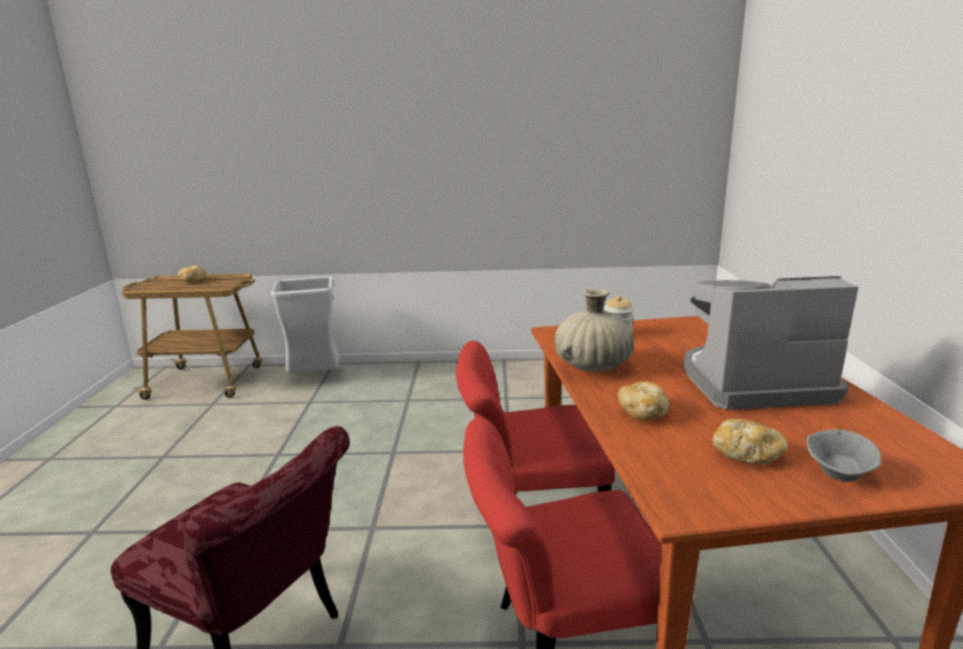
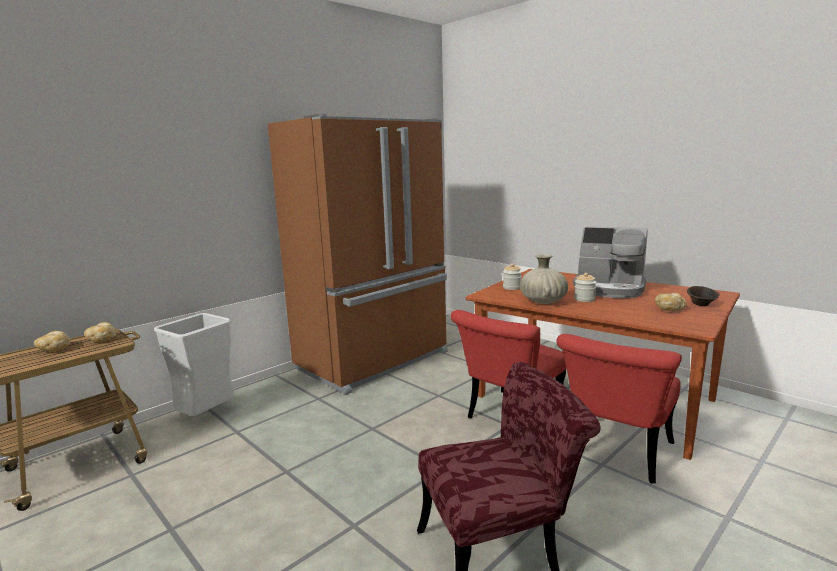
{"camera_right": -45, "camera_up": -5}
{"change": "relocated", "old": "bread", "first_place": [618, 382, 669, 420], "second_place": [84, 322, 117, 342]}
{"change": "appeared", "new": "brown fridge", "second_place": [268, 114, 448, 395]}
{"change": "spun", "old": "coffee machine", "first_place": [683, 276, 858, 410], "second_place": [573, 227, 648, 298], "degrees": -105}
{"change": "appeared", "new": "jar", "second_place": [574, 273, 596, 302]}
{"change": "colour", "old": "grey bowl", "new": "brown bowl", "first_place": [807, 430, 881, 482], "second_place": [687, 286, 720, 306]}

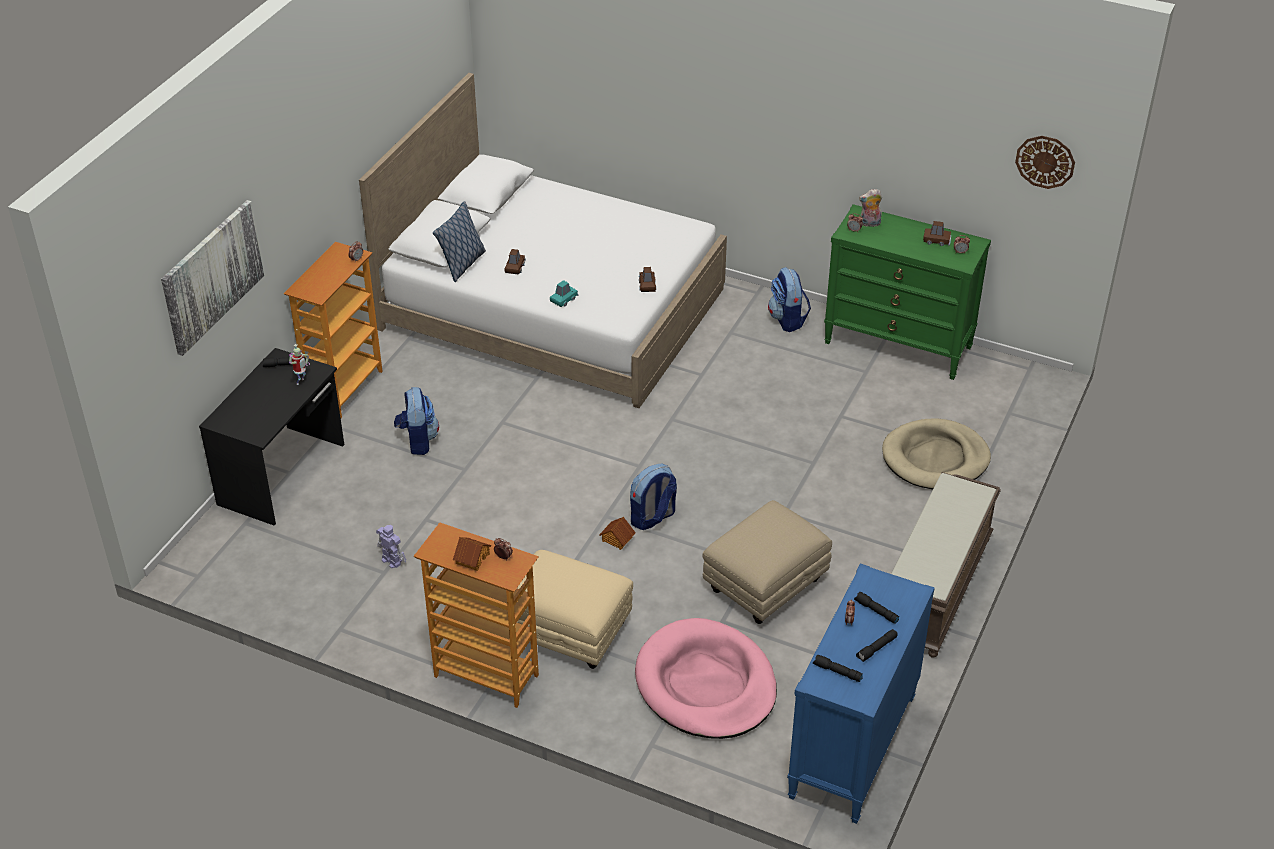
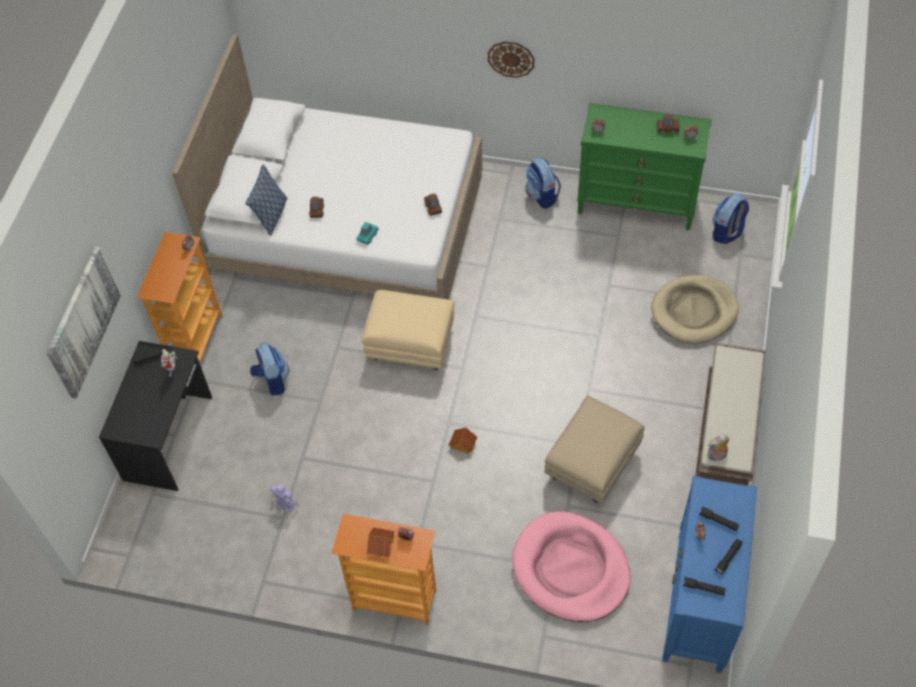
{"camera_right": -10, "camera_up": 15}
{"change": "relocated", "old": "beige ottoman", "first_place": [517, 550, 633, 669], "second_place": [362, 290, 454, 370]}
{"change": "relocated", "old": "wall clock", "first_place": [1015, 136, 1075, 189], "second_place": [488, 41, 534, 78]}
{"change": "relocated", "old": "plush toy", "first_place": [859, 189, 882, 227], "second_place": [707, 435, 729, 461]}
{"change": "relocated", "old": "backpack", "first_place": [630, 463, 677, 530], "second_place": [712, 193, 749, 244]}

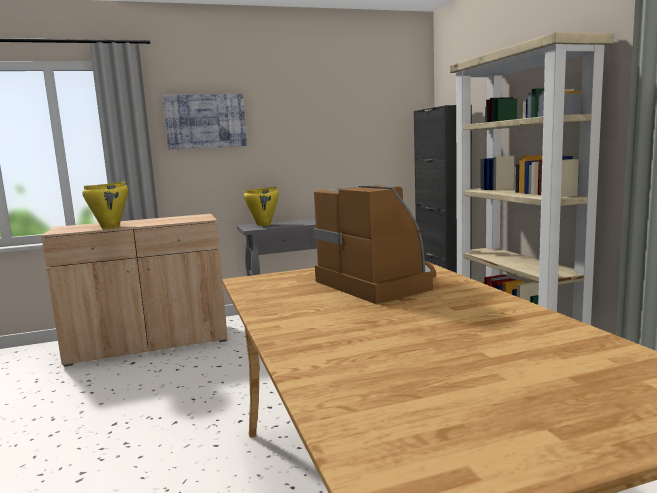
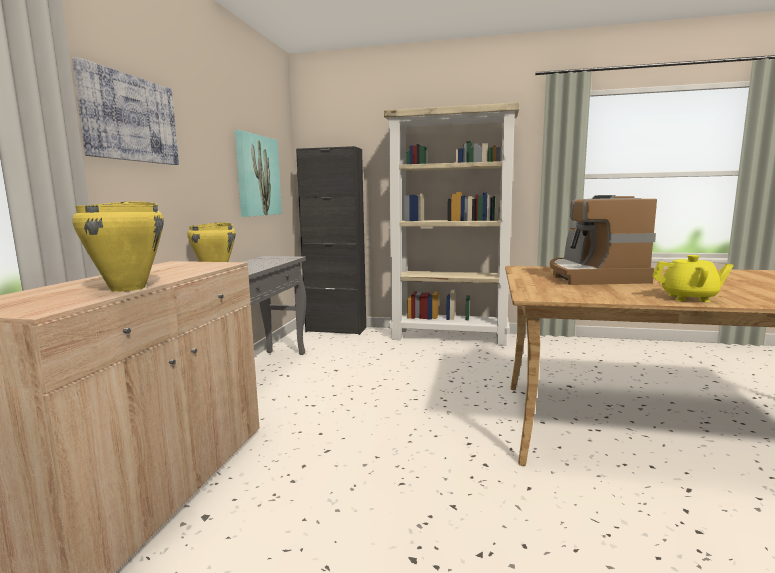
{"camera_right": -60, "camera_up": 0}
{"change": "appeared", "new": "picture", "second_place": [235, 130, 282, 217]}
{"change": "spun", "old": "coffee machine", "first_place": [314, 185, 436, 304], "second_place": [550, 195, 657, 285], "degrees": -90}
{"change": "appeared", "new": "yellow teapot", "second_place": [652, 255, 734, 302]}

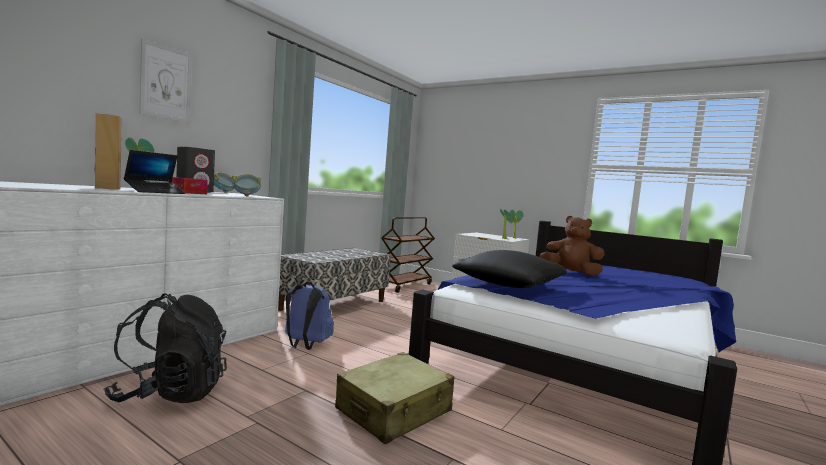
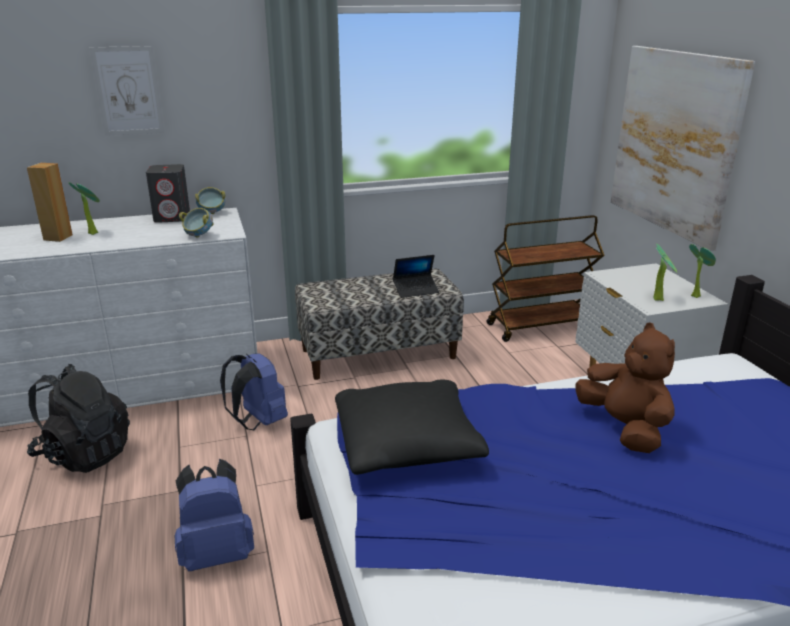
{"camera_right": 40, "camera_up": 20}
{"change": "exchanged", "old": "beige suitcase", "new": "blue backpack", "first_place": [335, 352, 454, 444], "second_place": [175, 459, 254, 571]}
{"change": "relocated", "old": "laptop", "first_place": [124, 150, 185, 194], "second_place": [393, 255, 439, 298]}
{"change": "appeared", "new": "picture", "second_place": [611, 46, 755, 251]}
{"change": "missing", "old": "tissue box", "first_place": [172, 177, 208, 194]}

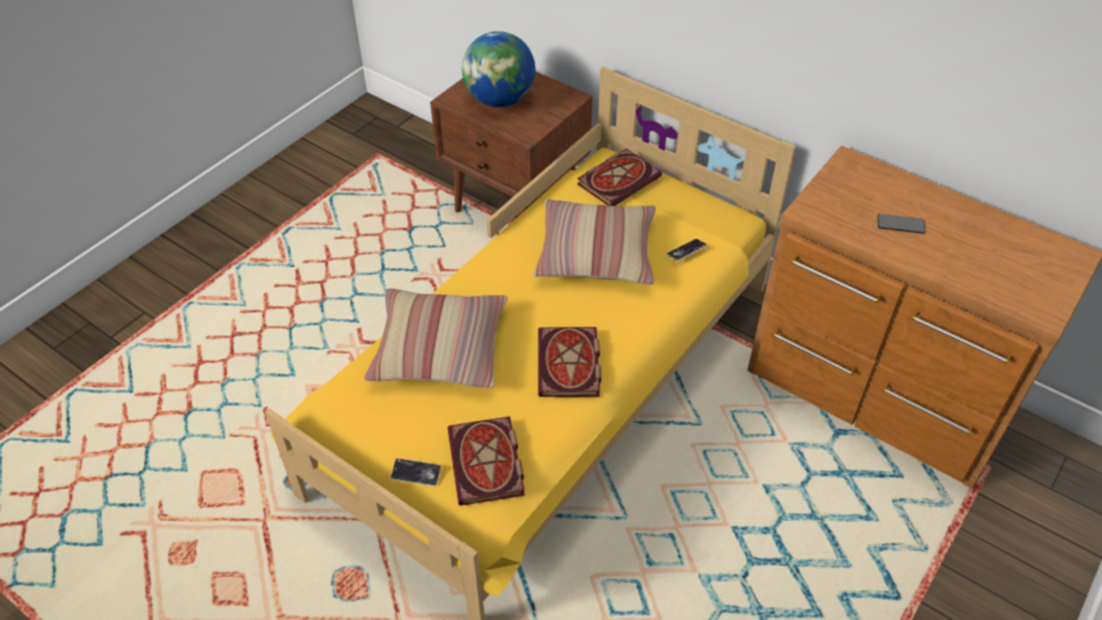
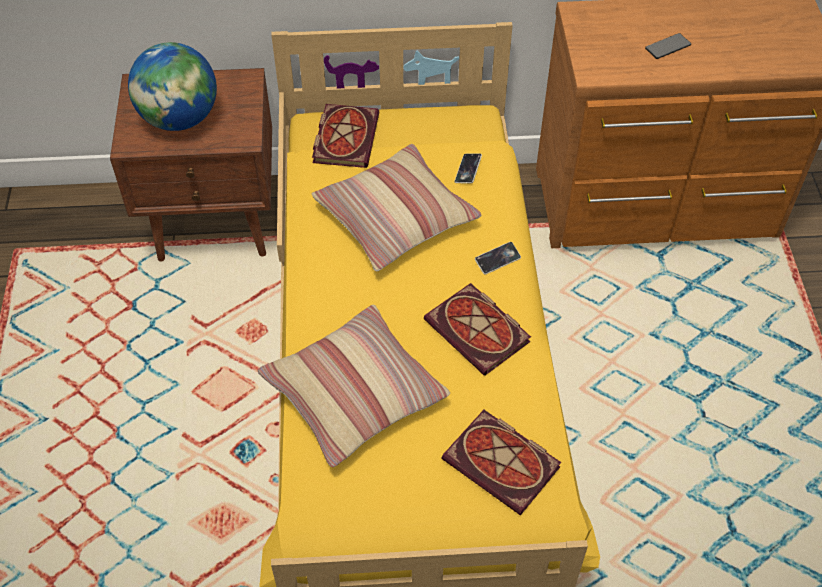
{"camera_right": -40, "camera_up": 5}
{"change": "relocated", "old": "phone", "first_place": [391, 458, 441, 486], "second_place": [475, 242, 521, 275]}

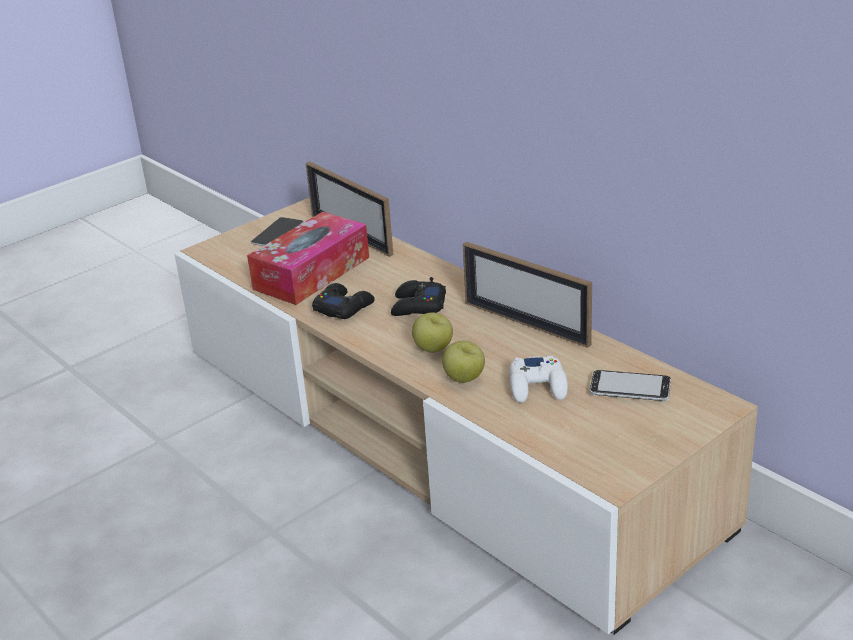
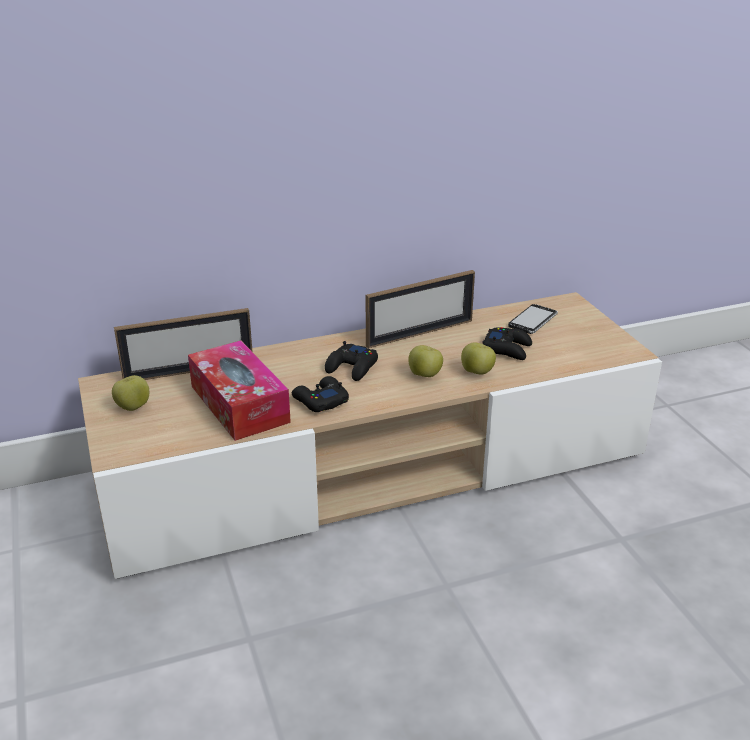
{"camera_right": -70, "camera_up": 0}
{"change": "exchanged", "old": "phone", "new": "apple", "first_place": [251, 217, 304, 246], "second_place": [112, 375, 149, 411]}
{"change": "colour", "old": "white game controller", "new": "black game controller", "first_place": [510, 356, 568, 403], "second_place": [482, 327, 532, 360]}

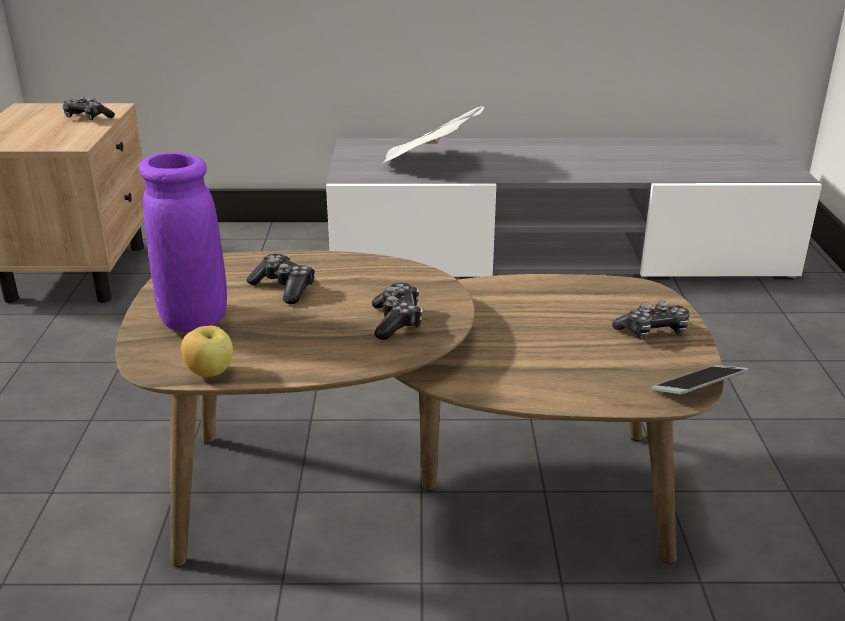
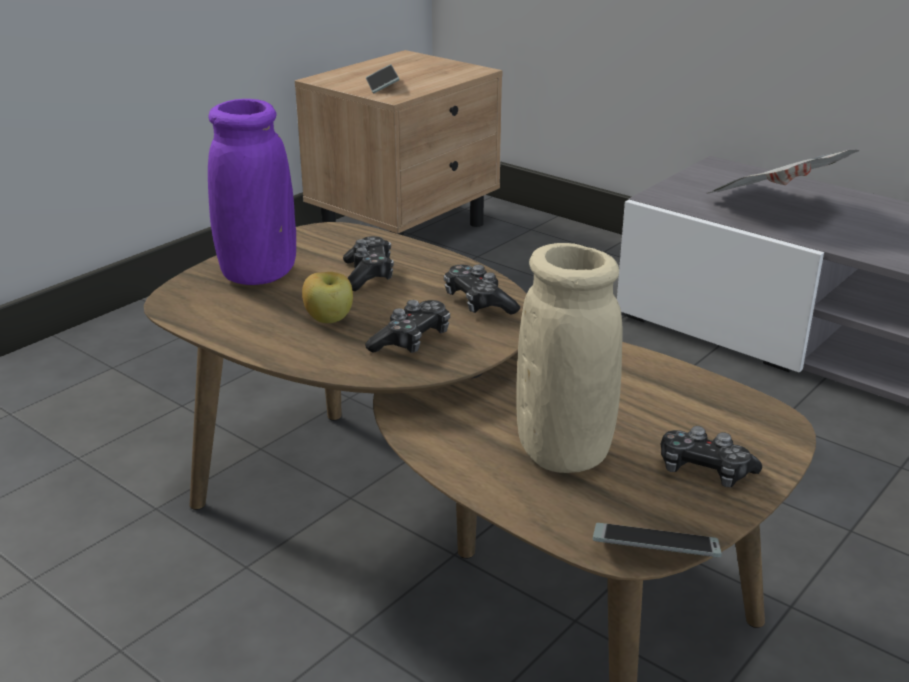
{"camera_right": 40, "camera_up": 0}
{"change": "relocated", "old": "apple", "first_place": [181, 325, 233, 377], "second_place": [302, 272, 353, 323]}
{"change": "appeared", "new": "phone", "second_place": [366, 64, 400, 93]}
{"change": "relocated", "old": "game controller", "first_place": [63, 97, 115, 120], "second_place": [444, 264, 520, 315]}
{"change": "appeared", "new": "beige vase", "second_place": [516, 243, 623, 473]}

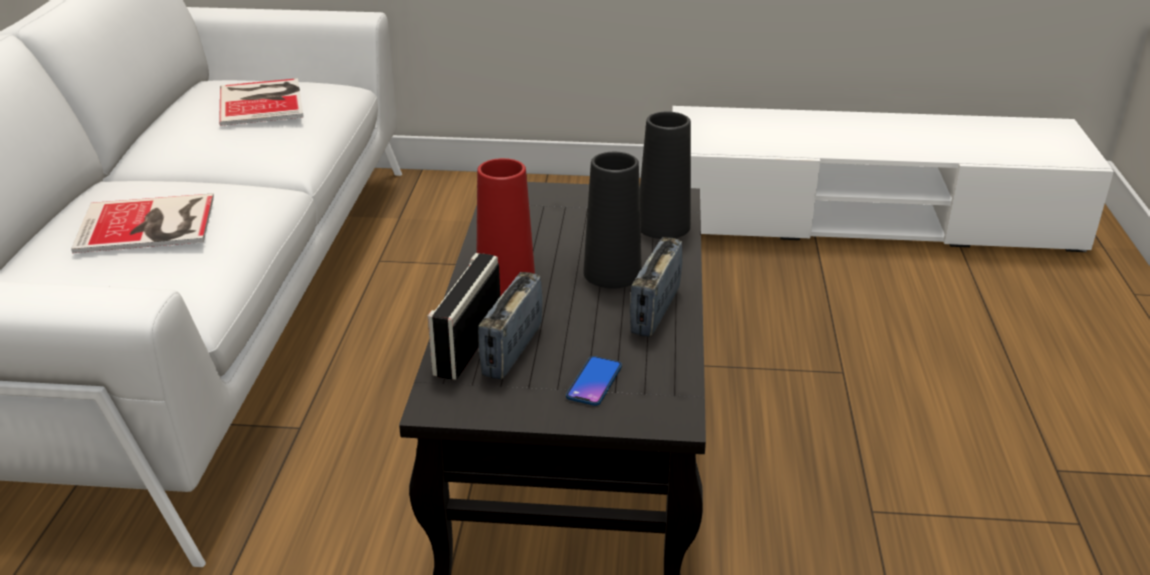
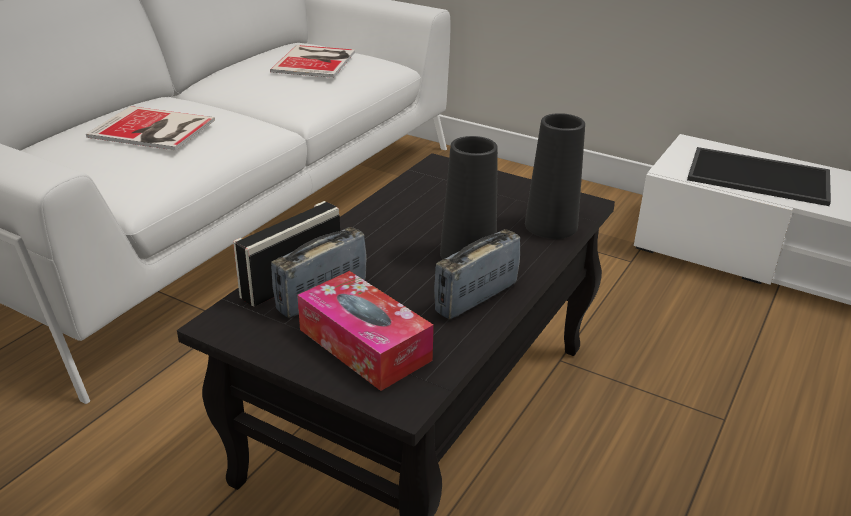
{"camera_right": 25, "camera_up": 0}
{"change": "exchanged", "old": "phone", "new": "tissue box", "first_place": [566, 356, 622, 406], "second_place": [297, 271, 434, 391]}
{"change": "appeared", "new": "tray", "second_place": [687, 147, 831, 206]}
{"change": "missing", "old": "red vase", "first_place": [477, 158, 535, 296]}

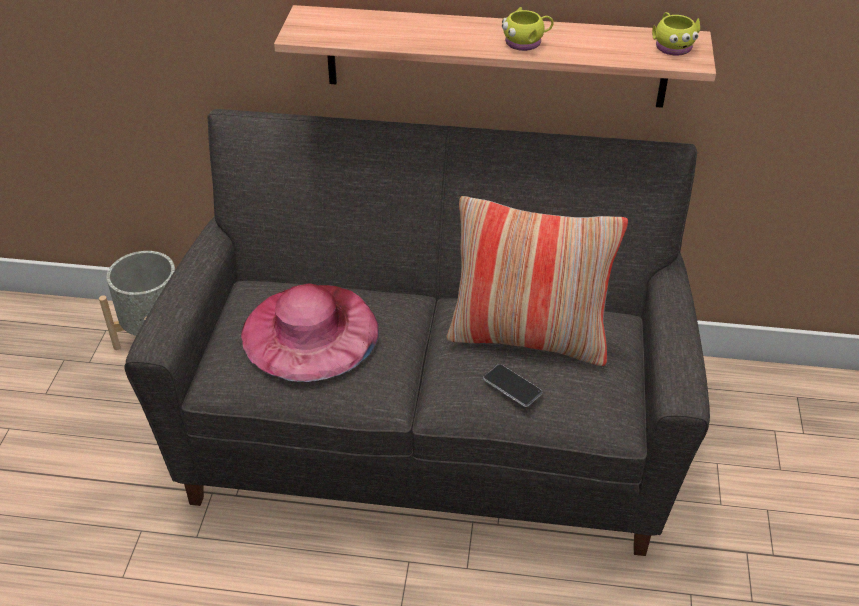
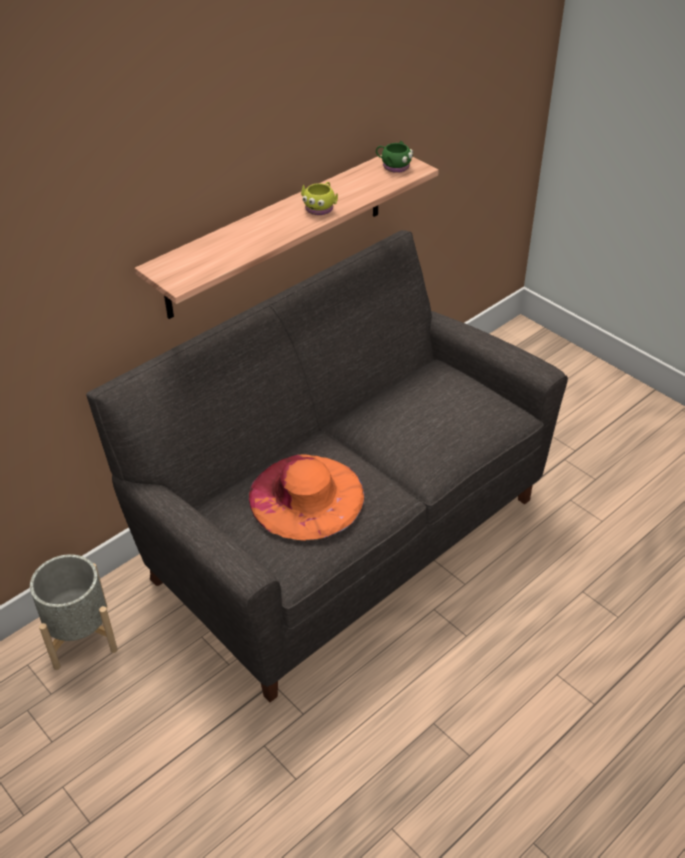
{"camera_right": -50, "camera_up": 0}
{"change": "colour", "old": "pink hat", "new": "orange hat", "first_place": [241, 283, 379, 382], "second_place": [249, 454, 364, 541]}
{"change": "colour", "old": "yellow mug", "new": "green mug", "first_place": [652, 12, 700, 56], "second_place": [376, 141, 413, 173]}
{"change": "missing", "old": "pillow", "first_place": [446, 196, 628, 366]}
{"change": "missing", "old": "phone", "first_place": [483, 364, 542, 407]}

